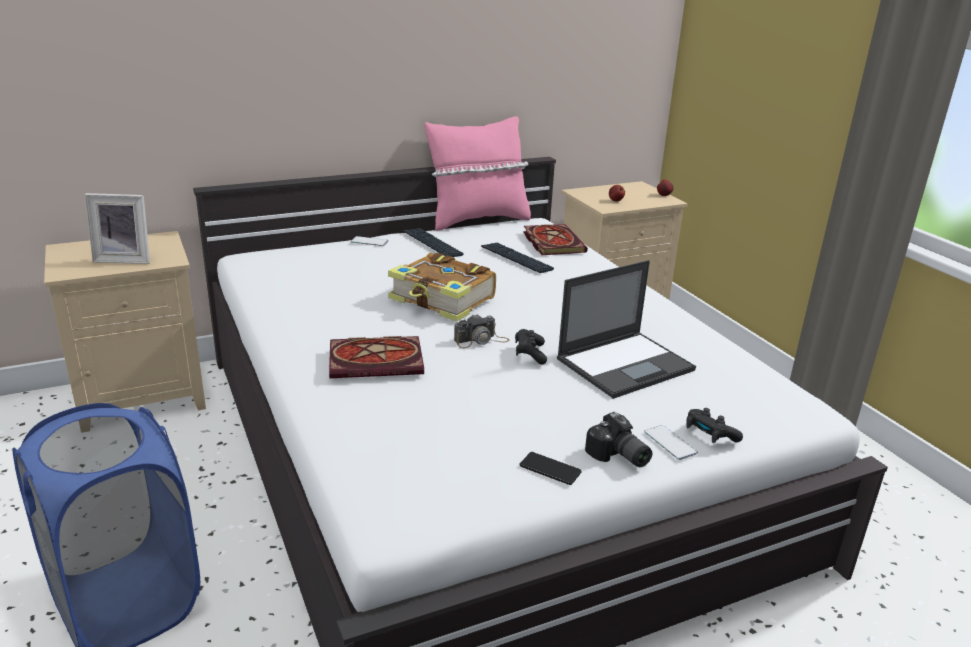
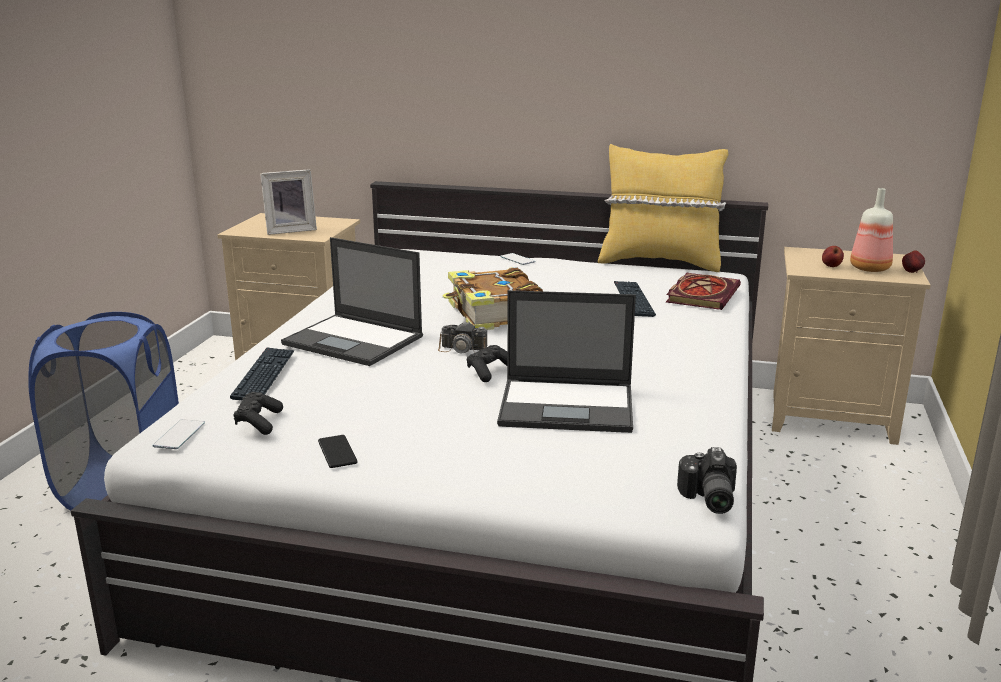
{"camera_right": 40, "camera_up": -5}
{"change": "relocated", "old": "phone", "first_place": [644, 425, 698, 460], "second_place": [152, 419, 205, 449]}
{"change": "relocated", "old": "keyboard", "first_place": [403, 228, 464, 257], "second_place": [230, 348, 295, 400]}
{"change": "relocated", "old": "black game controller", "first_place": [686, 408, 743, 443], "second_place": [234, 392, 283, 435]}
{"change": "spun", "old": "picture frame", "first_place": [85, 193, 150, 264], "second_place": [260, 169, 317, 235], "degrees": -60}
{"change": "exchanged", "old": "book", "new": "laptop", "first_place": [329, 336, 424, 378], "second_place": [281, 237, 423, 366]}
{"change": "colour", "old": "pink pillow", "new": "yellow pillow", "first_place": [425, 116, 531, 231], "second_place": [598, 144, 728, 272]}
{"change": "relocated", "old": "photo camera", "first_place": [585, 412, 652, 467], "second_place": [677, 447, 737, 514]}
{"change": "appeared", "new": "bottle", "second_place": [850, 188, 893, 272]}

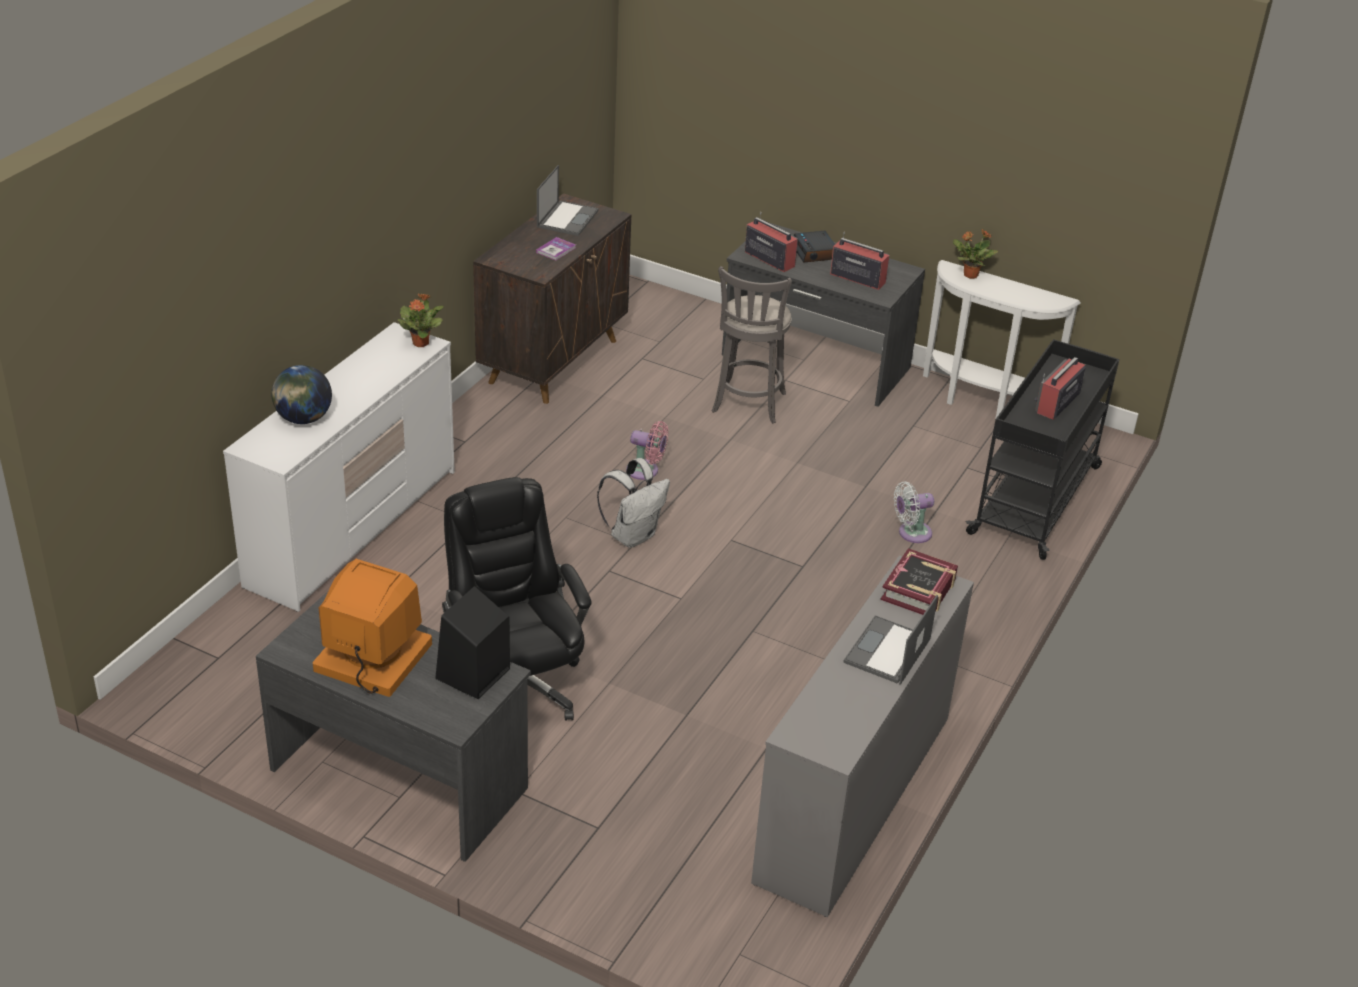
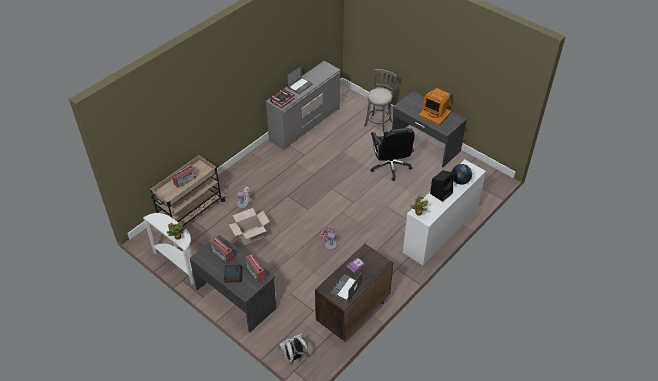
{"camera_right": -165, "camera_up": 10}
{"change": "colour", "old": "black cart", "new": "beige cart", "first_place": [965, 339, 1119, 560], "second_place": [150, 155, 226, 226]}
{"change": "appeared", "new": "cardboard box", "second_place": [229, 208, 270, 245]}
{"change": "relocated", "old": "white backpack", "first_place": [597, 458, 670, 548], "second_place": [279, 333, 308, 365]}
{"change": "relocated", "old": "grey stool", "first_place": [712, 266, 792, 423], "second_place": [364, 69, 397, 133]}
{"change": "relocated", "old": "black speaker", "first_place": [435, 586, 510, 699], "second_place": [430, 170, 454, 202]}

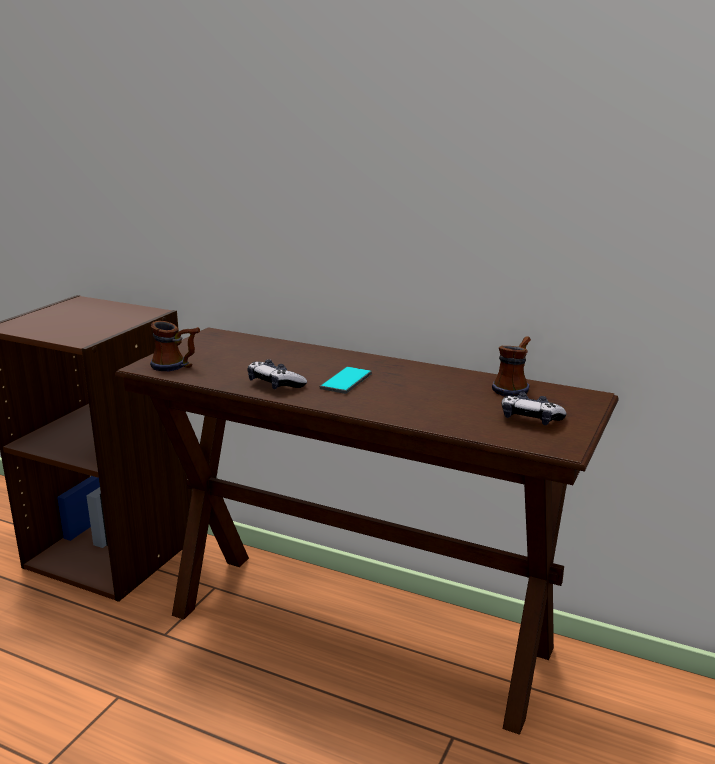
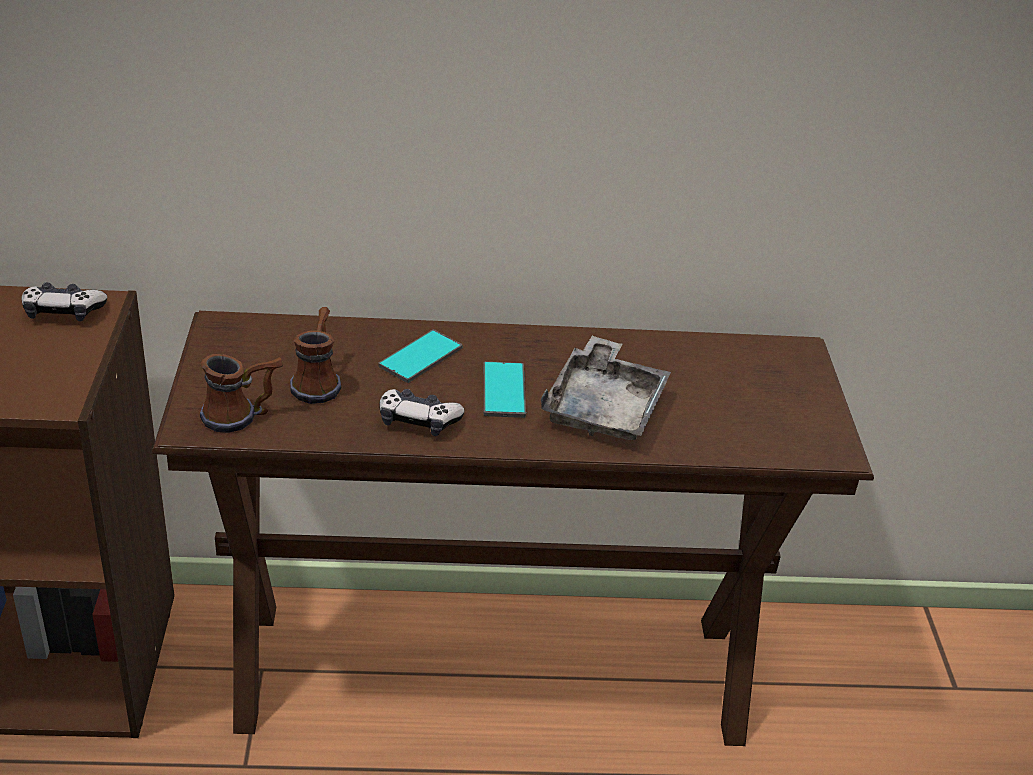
{"camera_right": -30, "camera_up": 15}
{"change": "relocated", "old": "game controller", "first_place": [501, 392, 567, 425], "second_place": [22, 282, 107, 322]}
{"change": "relocated", "old": "mug", "first_place": [492, 336, 531, 397], "second_place": [290, 307, 341, 404]}
{"change": "appeared", "new": "phone", "second_place": [378, 329, 463, 383]}
{"change": "appeared", "new": "grey tray", "second_place": [541, 336, 671, 440]}

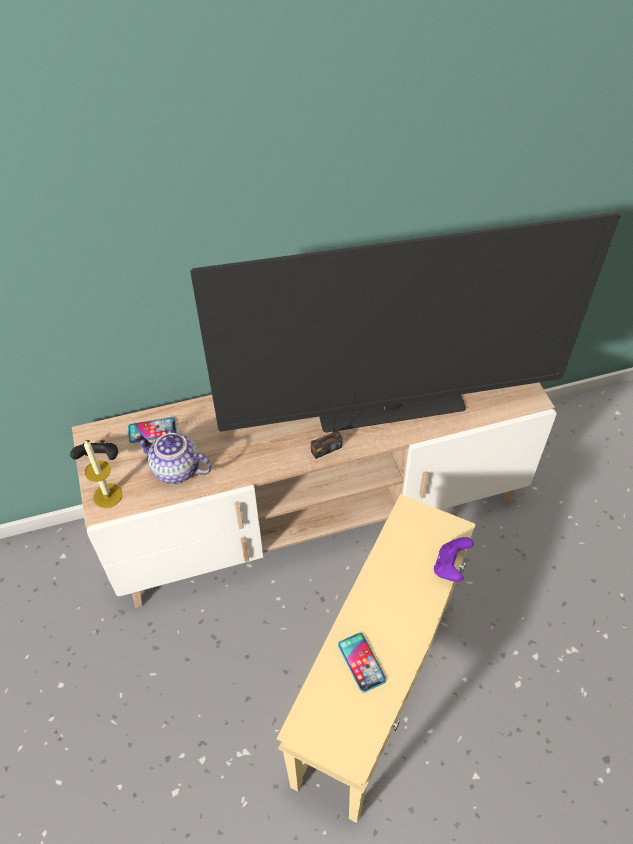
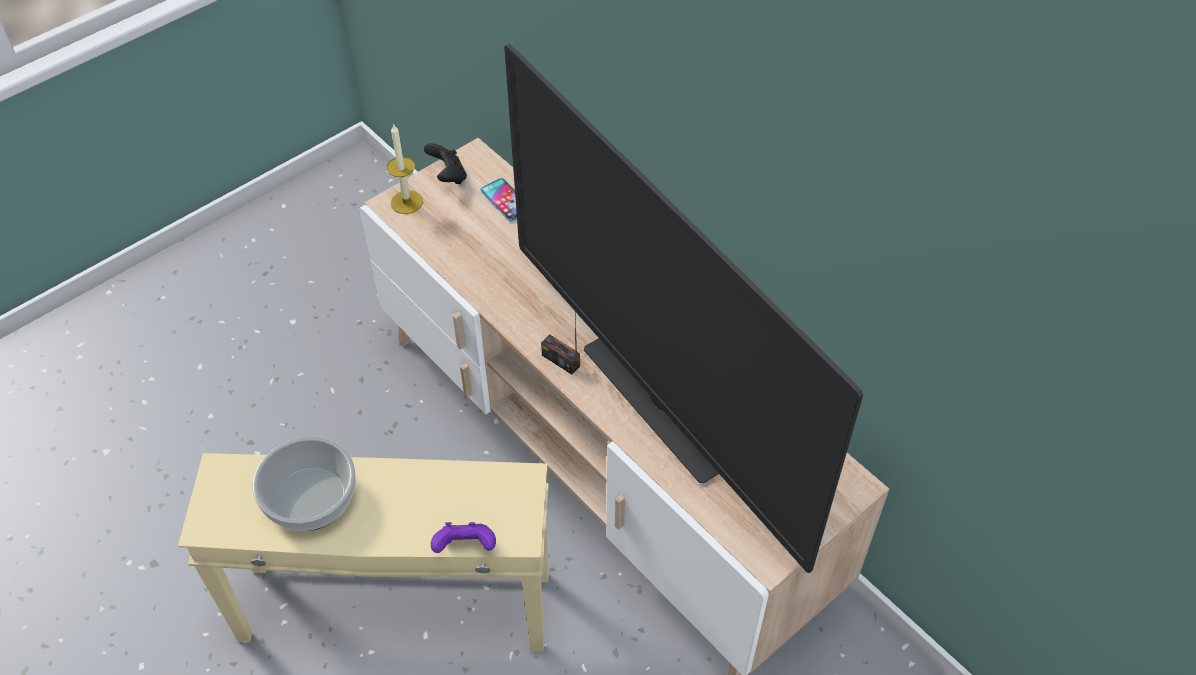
{"camera_right": 65, "camera_up": 0}
{"change": "exchanged", "old": "phone", "new": "bowl", "first_place": [338, 633, 386, 693], "second_place": [253, 437, 356, 531]}
{"change": "missing", "old": "teapot", "first_place": [133, 433, 212, 484]}

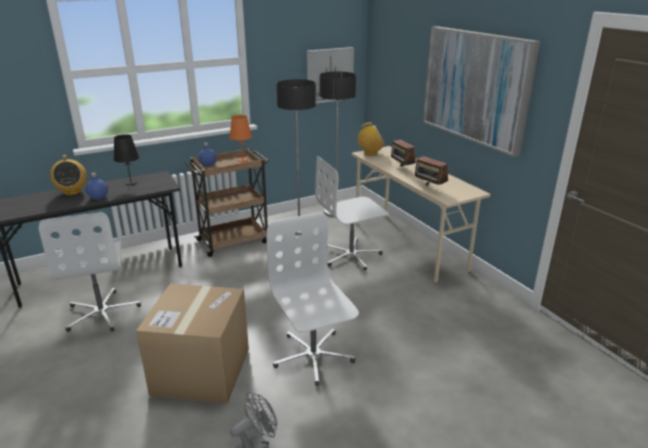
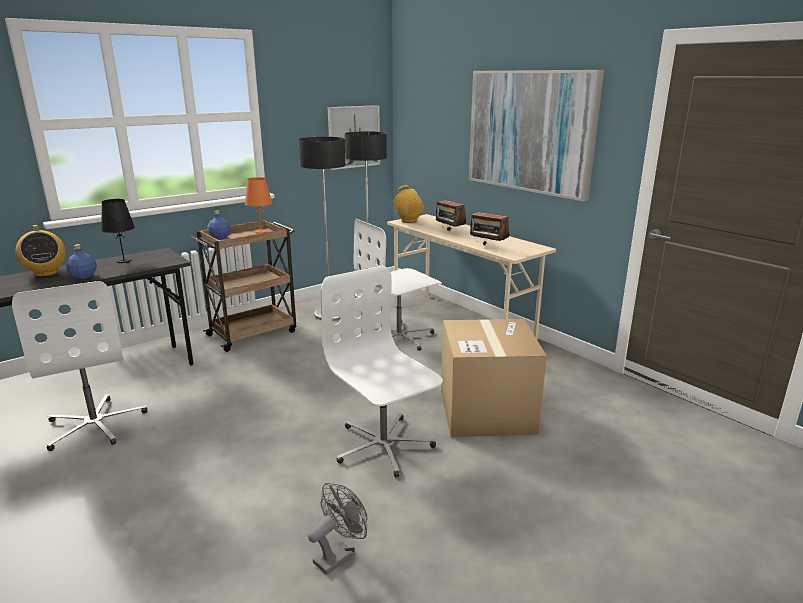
{"camera_right": -10, "camera_up": -5}
{"change": "relocated", "old": "cardboard box", "first_place": [136, 283, 249, 404], "second_place": [441, 319, 547, 437]}

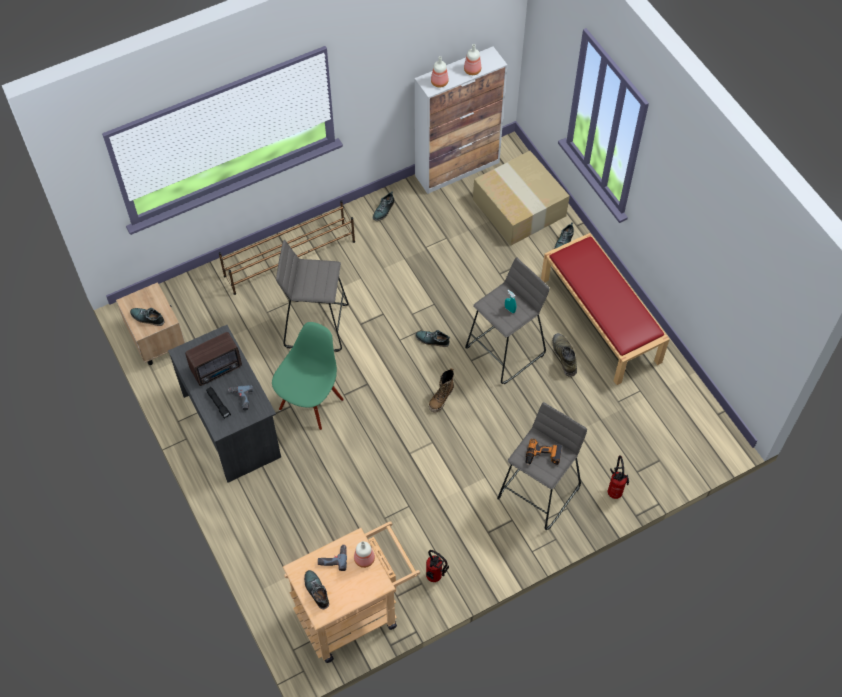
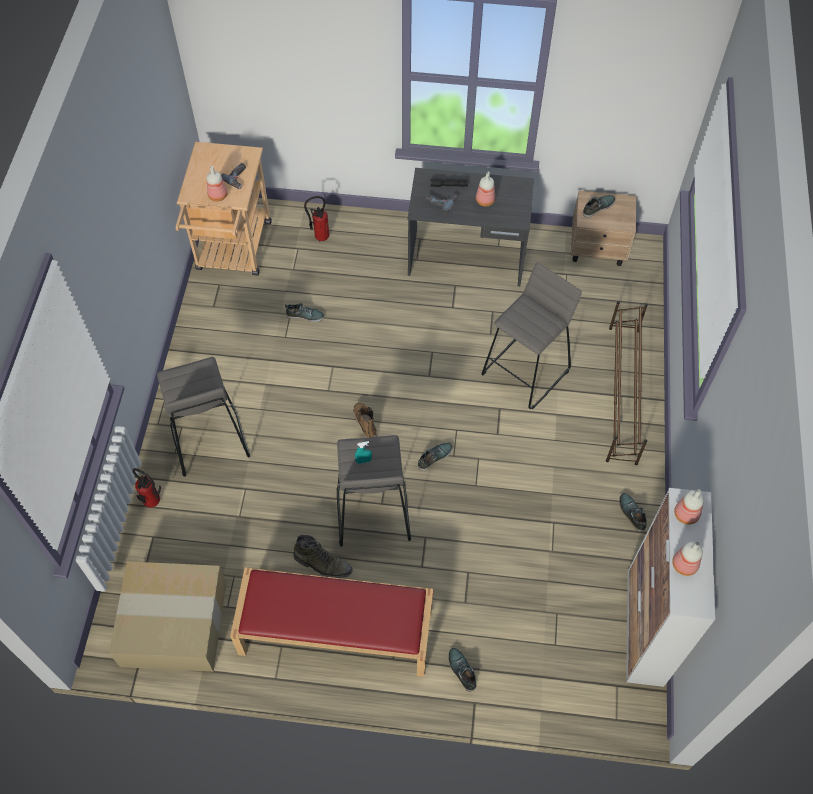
{"camera_right": 125, "camera_up": 0}
{"change": "relocated", "old": "cardboard box", "first_place": [473, 151, 570, 245], "second_place": [109, 561, 226, 672]}
{"change": "relocated", "old": "shoe", "first_place": [304, 570, 329, 609], "second_place": [285, 303, 324, 322]}
{"change": "relocated", "old": "fire extinguisher", "first_place": [426, 550, 449, 582], "second_place": [304, 196, 329, 242]}
{"change": "exchanged", "old": "radio", "new": "bottle", "first_place": [185, 332, 242, 386], "second_place": [476, 172, 495, 206]}
{"change": "missing", "old": "green chair", "first_place": [272, 322, 344, 430]}
{"change": "missing", "old": "power drill", "first_place": [526, 439, 562, 465]}

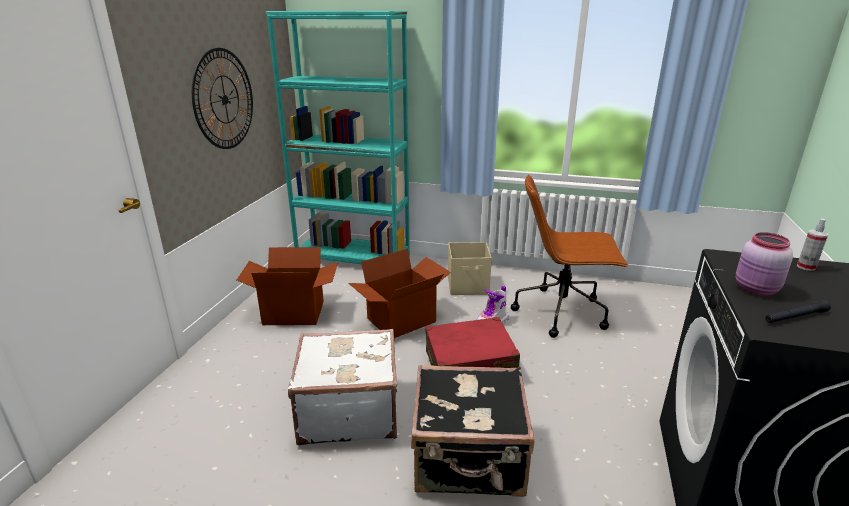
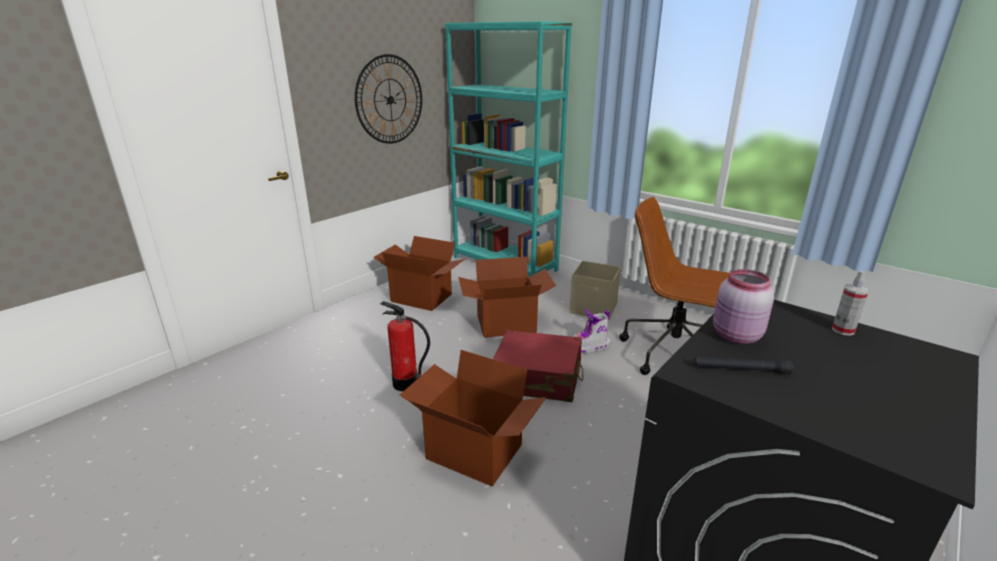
{"camera_right": 25, "camera_up": 0}
{"change": "exchanged", "old": "white suitcase", "new": "fire extinguisher", "first_place": [288, 329, 397, 446], "second_place": [380, 301, 430, 391]}
{"change": "exchanged", "old": "black suitcase", "new": "cardboard box", "first_place": [411, 365, 534, 497], "second_place": [400, 350, 547, 486]}

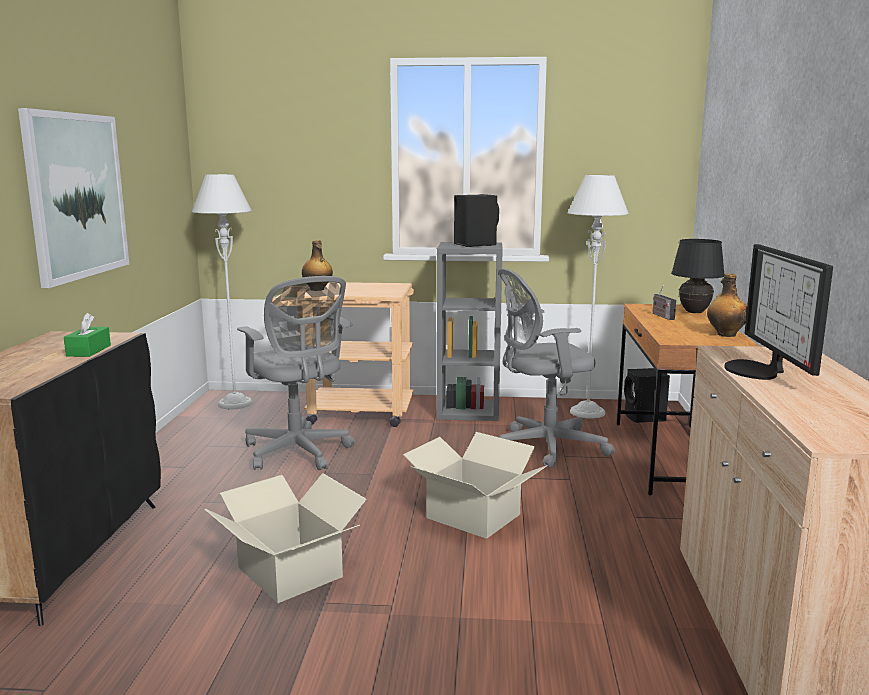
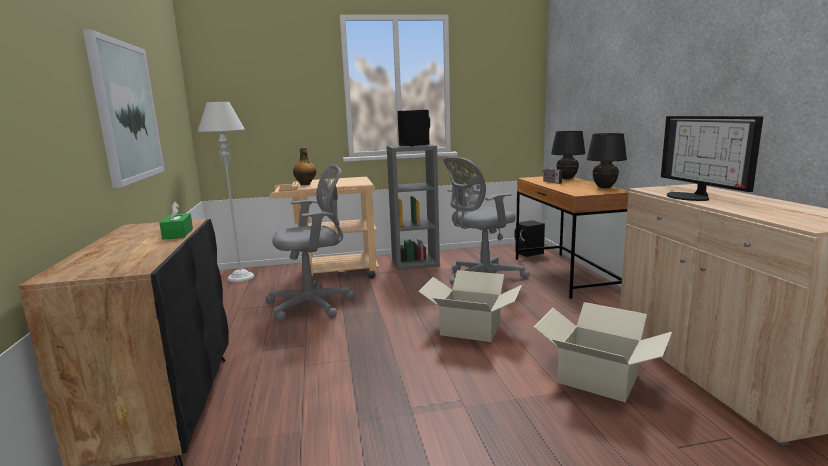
{"camera_right": -15, "camera_up": 0}
{"change": "spun", "old": "grey office chair", "first_place": [237, 276, 355, 470], "second_place": [266, 164, 355, 321], "degrees": -60}
{"change": "relocated", "old": "cardboard box", "first_place": [205, 473, 367, 603], "second_place": [534, 302, 672, 403]}
{"change": "exchanged", "old": "bottle", "new": "black table lamp", "first_place": [707, 273, 747, 337], "second_place": [586, 133, 627, 188]}
{"change": "missing", "old": "grey floor lamp", "first_place": [567, 175, 629, 419]}

